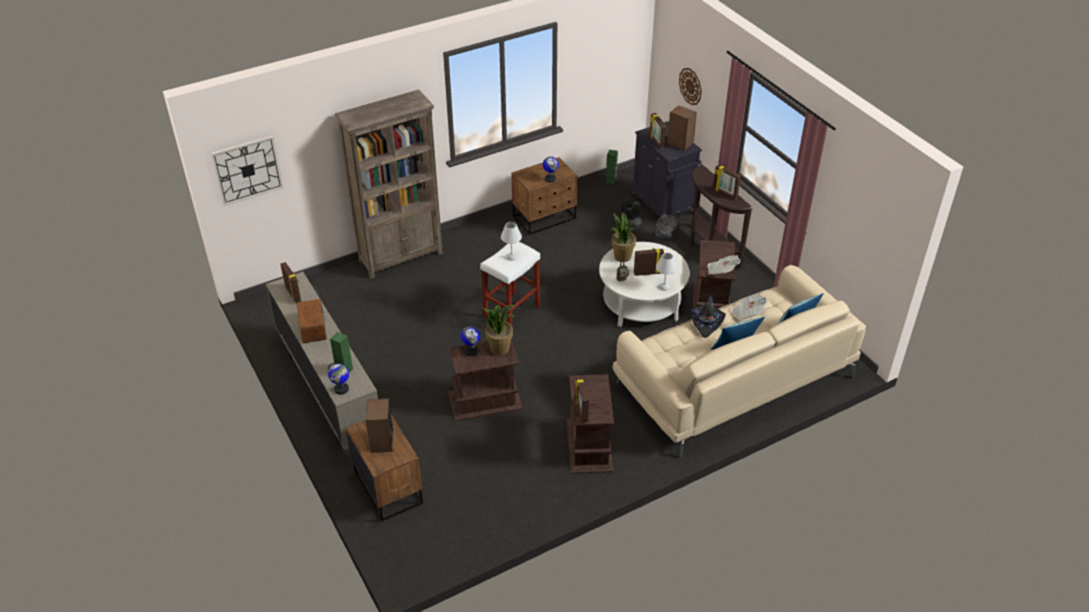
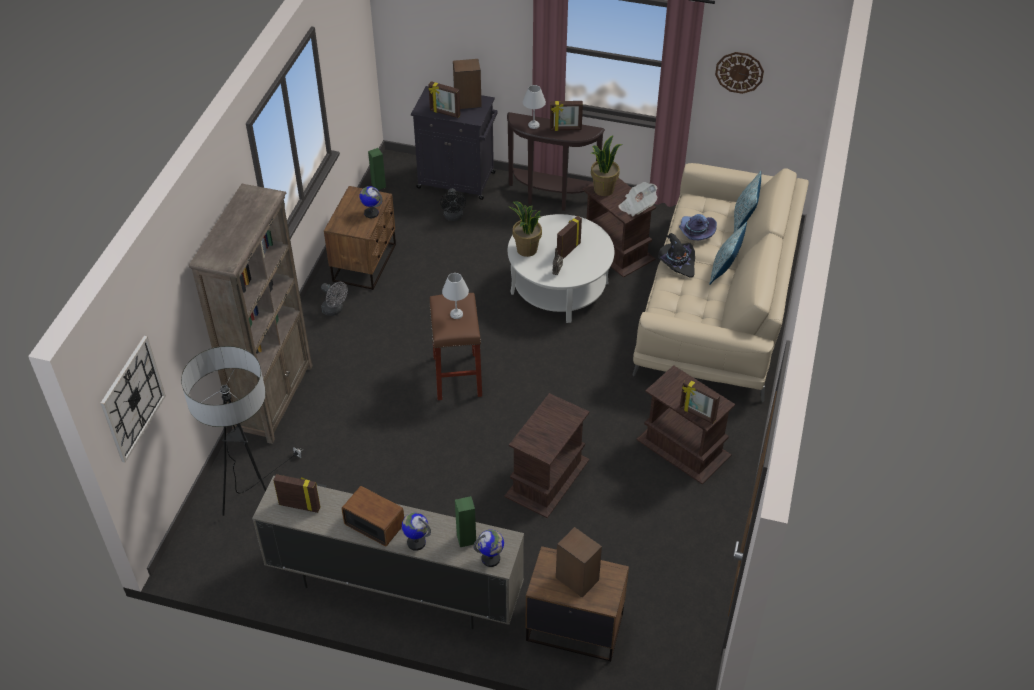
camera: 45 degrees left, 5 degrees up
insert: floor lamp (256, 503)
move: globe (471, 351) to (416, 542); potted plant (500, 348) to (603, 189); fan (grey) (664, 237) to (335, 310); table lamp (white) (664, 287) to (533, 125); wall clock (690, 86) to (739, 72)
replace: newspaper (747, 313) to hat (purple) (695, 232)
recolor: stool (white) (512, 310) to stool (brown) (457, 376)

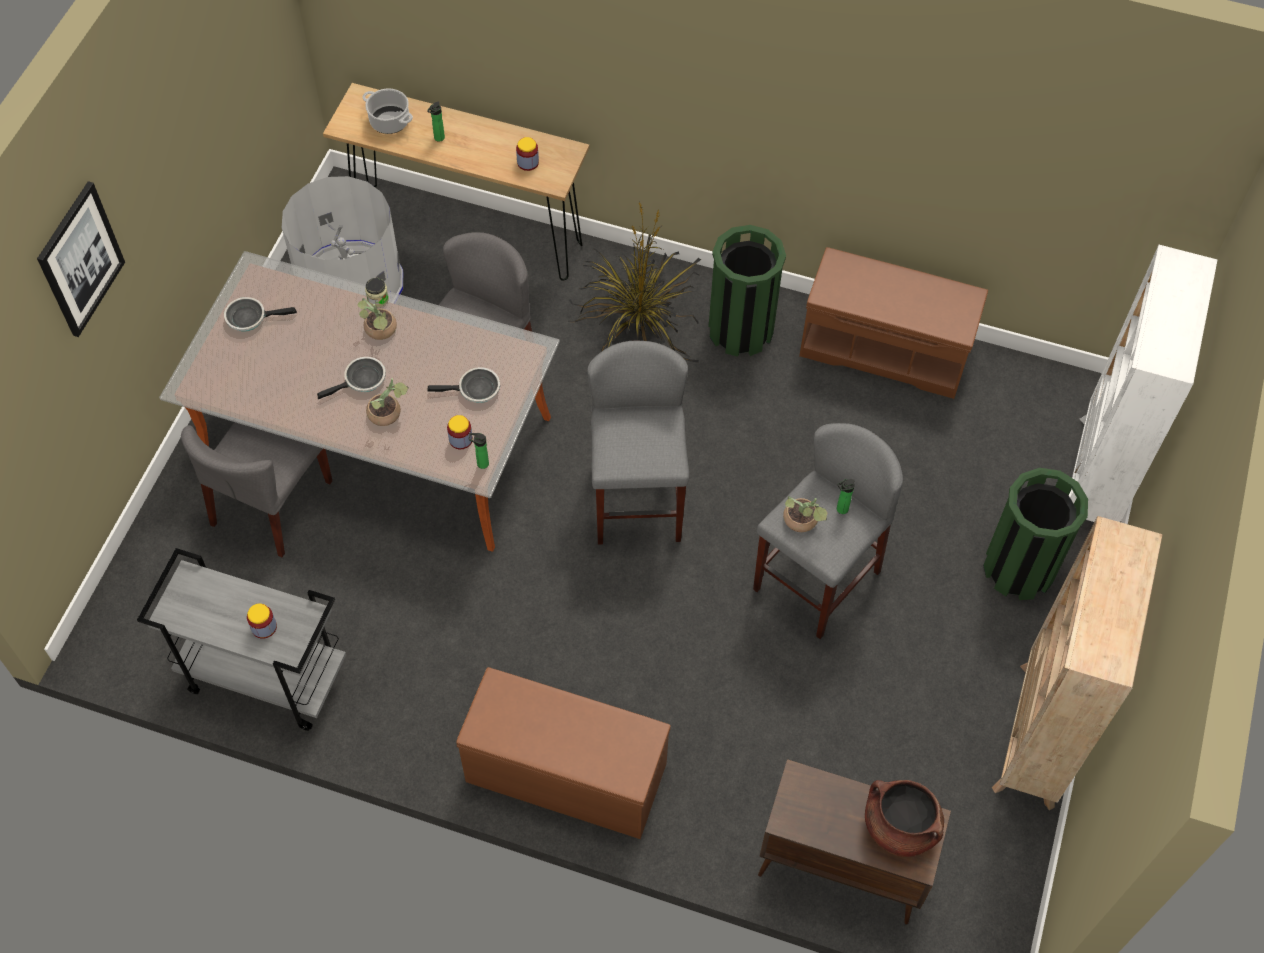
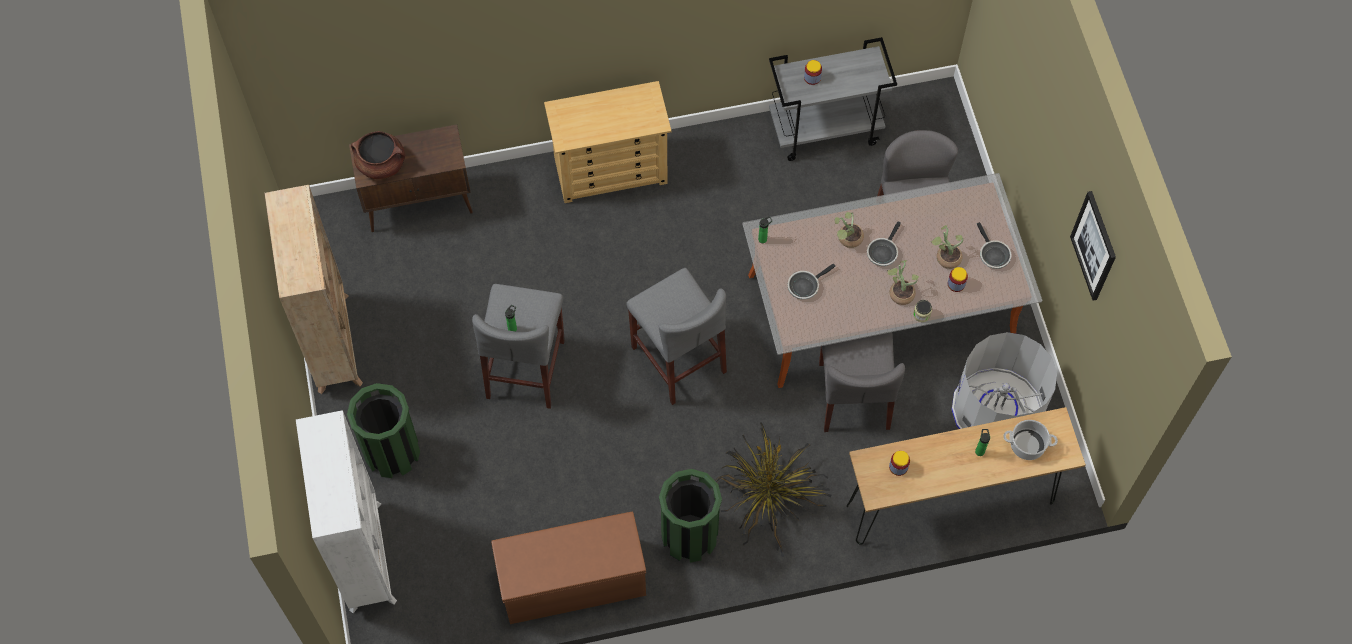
camera: 150 degrees right, 5 degrees up
move: picture (80, 259) to (1094, 246); jar (460, 439) to (956, 284); potted plant (802, 523) to (945, 257)
replace: bench (brown) (564, 773) to dresser (beige) (611, 170)
rotate: frying pan (250, 317) = (992, 254) 105 degrees clockwise

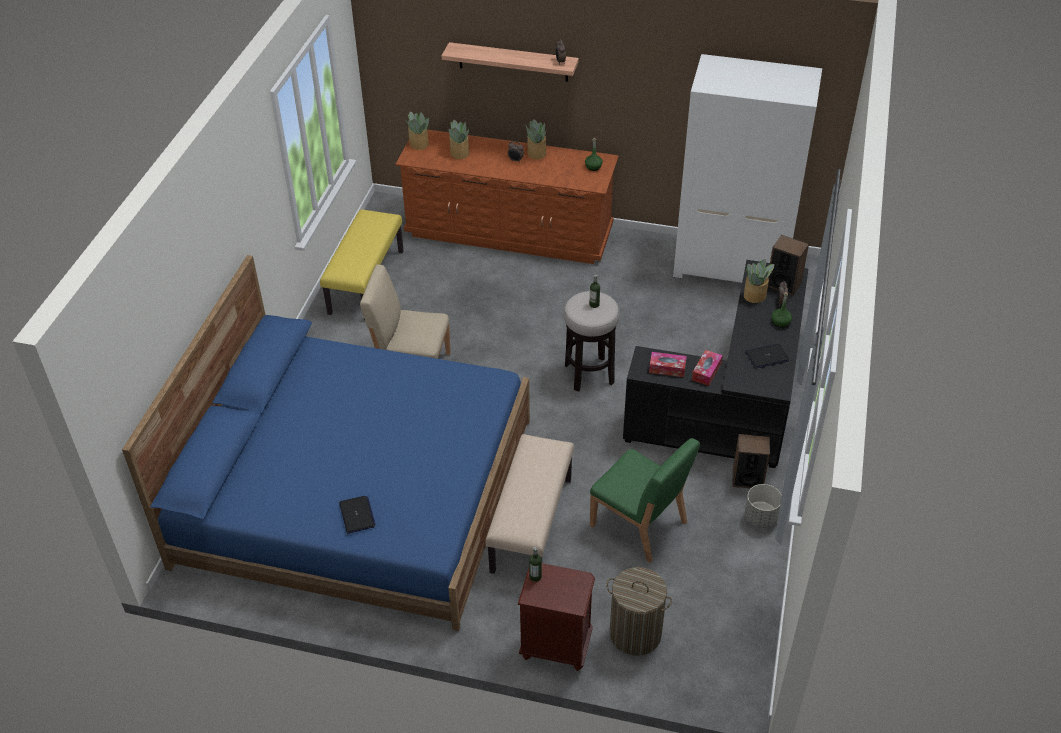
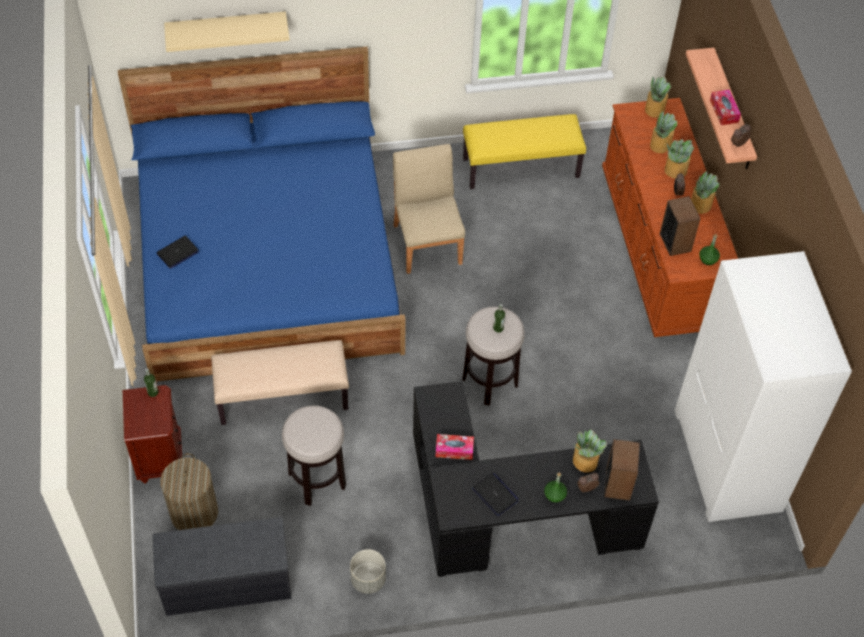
camera: 65 degrees right, 10 degrees up
insert: bench (grey) (226, 582); shelf (beige) (226, 28); potted plant (675, 170)
move: tissue box (667, 368) to (724, 111); speaker (747, 479) to (675, 242)
replace: chair (green) (639, 525) to stool (317, 480)

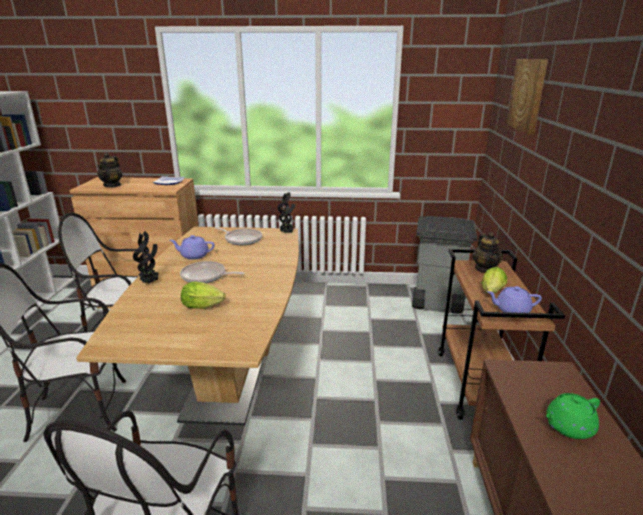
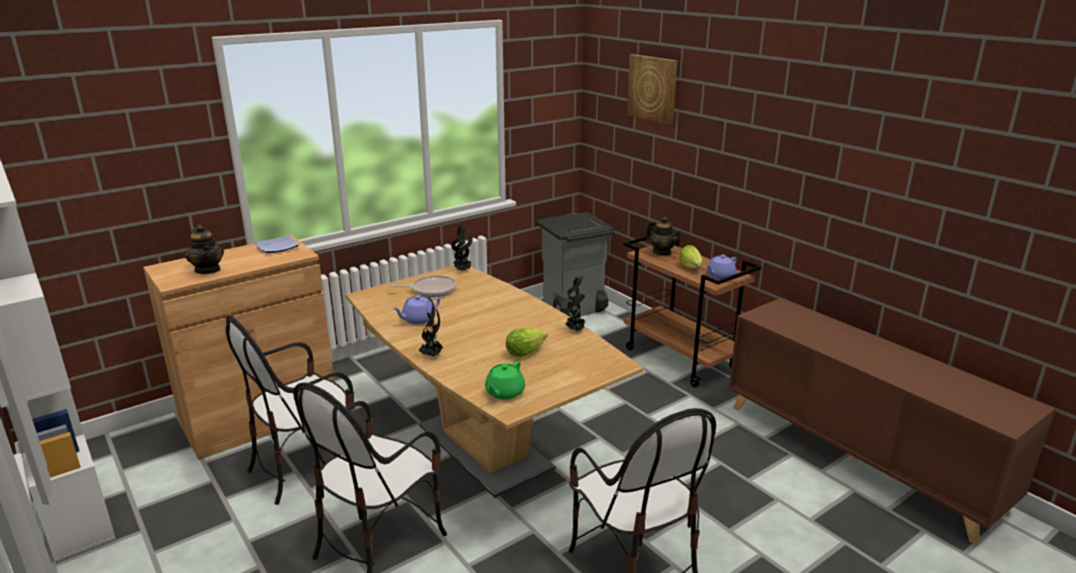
camera: 40 degrees left, 0 degrees up
delete: frying pan (206, 276)
insert: potted plant (576, 330)
move: teapot (green) (568, 427) to (504, 393)

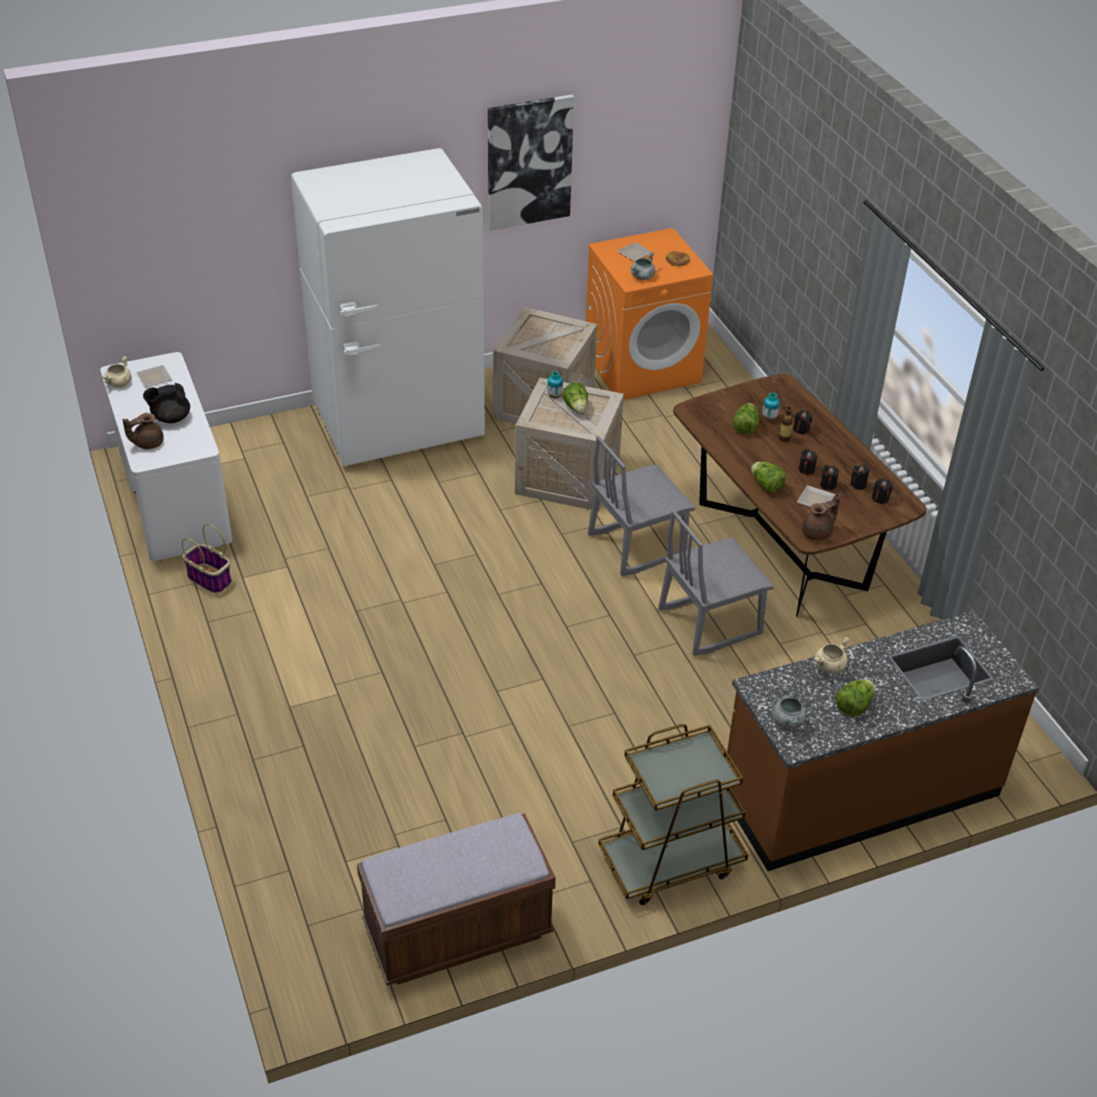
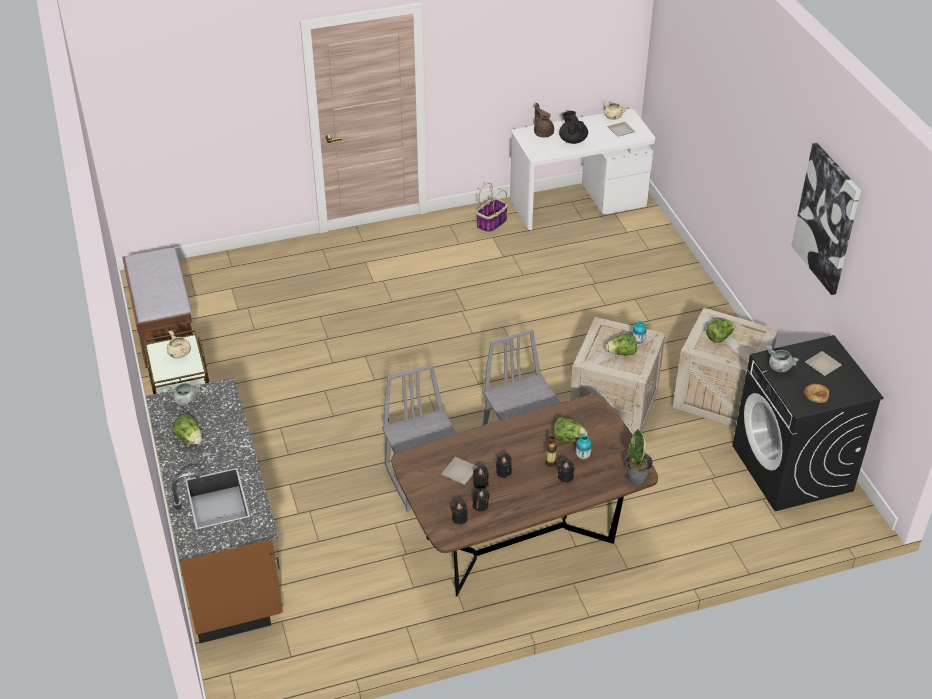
camera: 95 degrees right, 0 degrees up
delete: fridge (white) (399, 425); teapot (brown) (818, 533)
insert: potted plant (637, 478)
move: lettuce (766, 485) to (719, 337); cooking pot (beige) (829, 667) to (179, 353)
recolor: washing machine (orange) (642, 367) to washing machine (black) (792, 469)

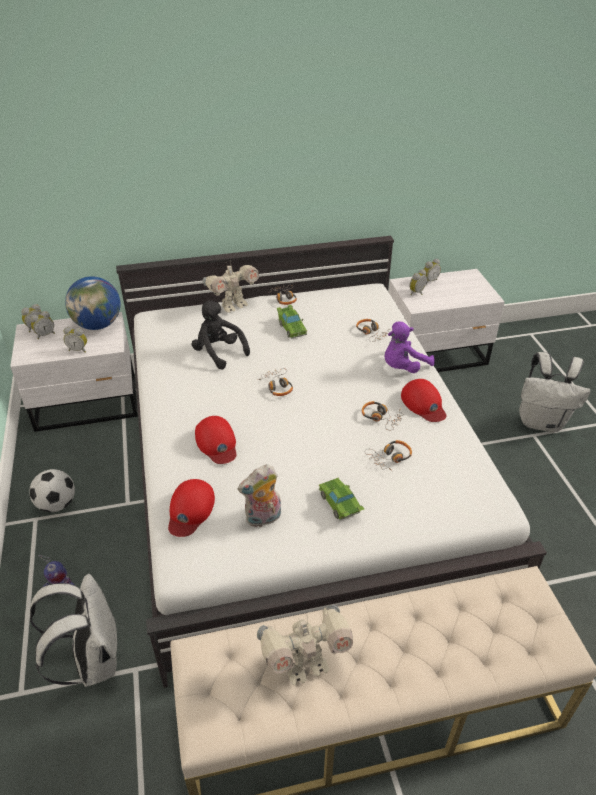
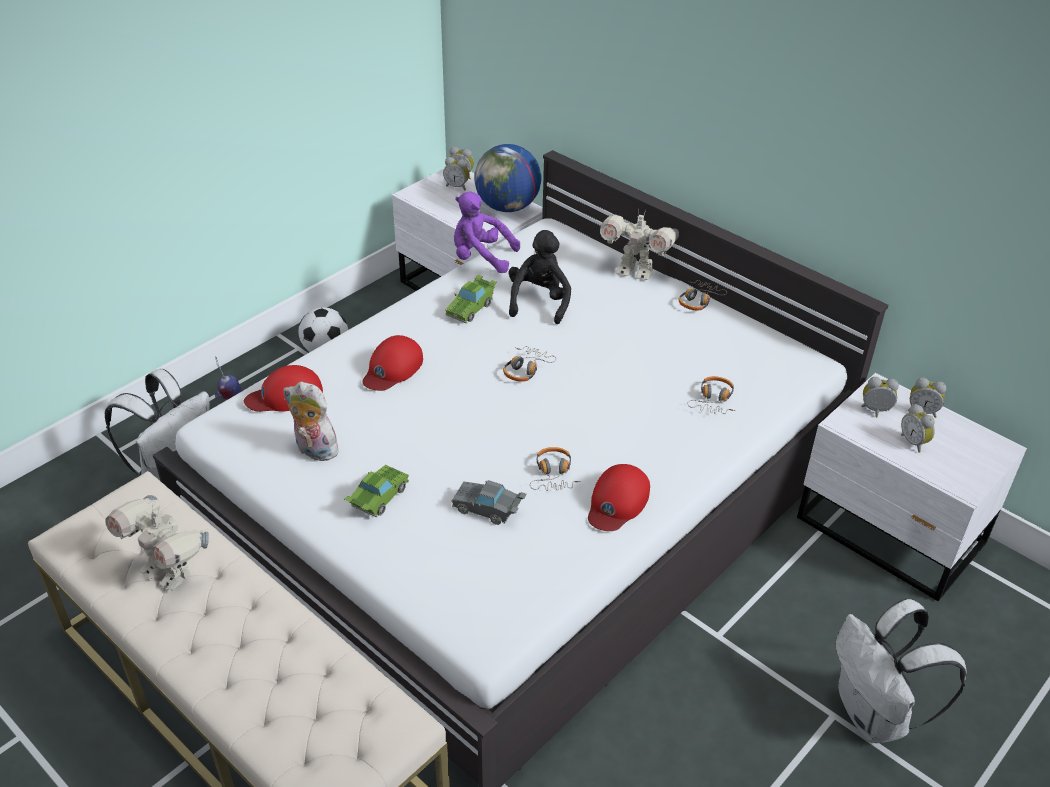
camera: 55 degrees right, 0 degrees up
move: alarm clock (78, 349) to (914, 442); toy car (green) (291, 328) to (471, 308); plush toy (purple) (403, 367) to (481, 258)
replace: headphones (390, 458) to toy car (grey) (489, 510)

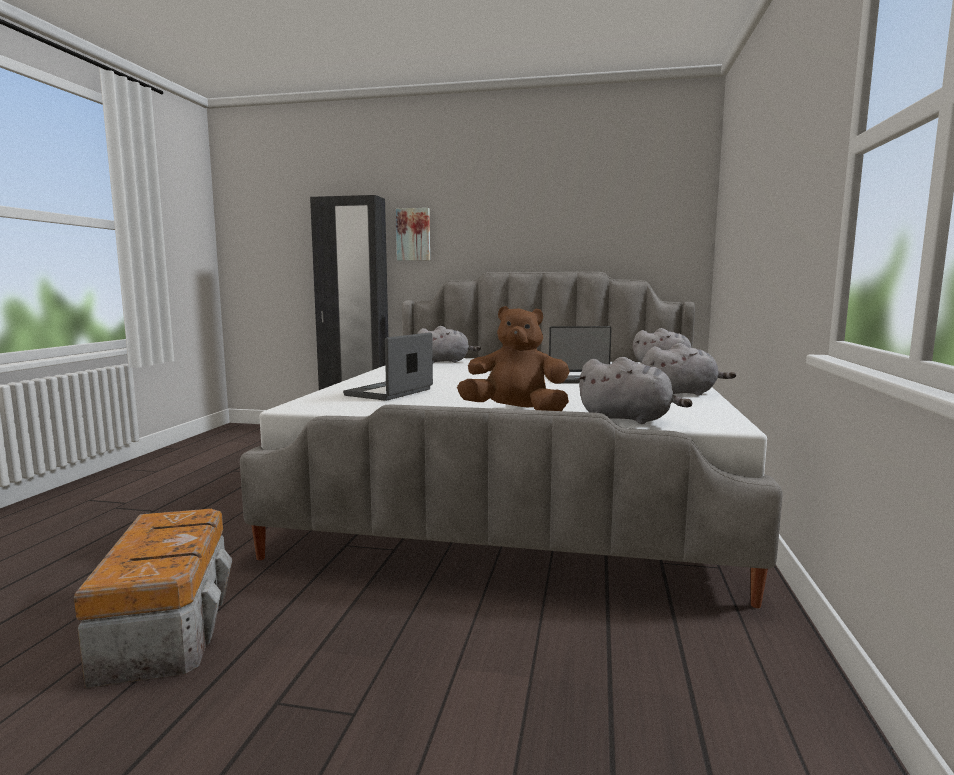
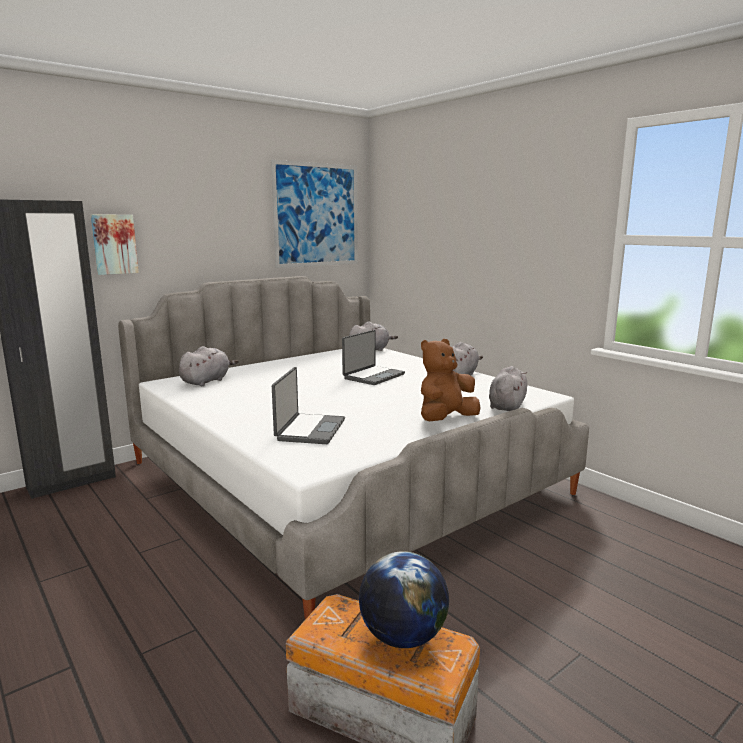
camera: 50 degrees left, 5 degrees up
insert: picture (316, 215); globe (402, 636)
rotate: laptop (390, 392) = (309, 430) 150 degrees counterclockwise; plush toy (grey) (629, 419) = (507, 406) 45 degrees counterclockwise

